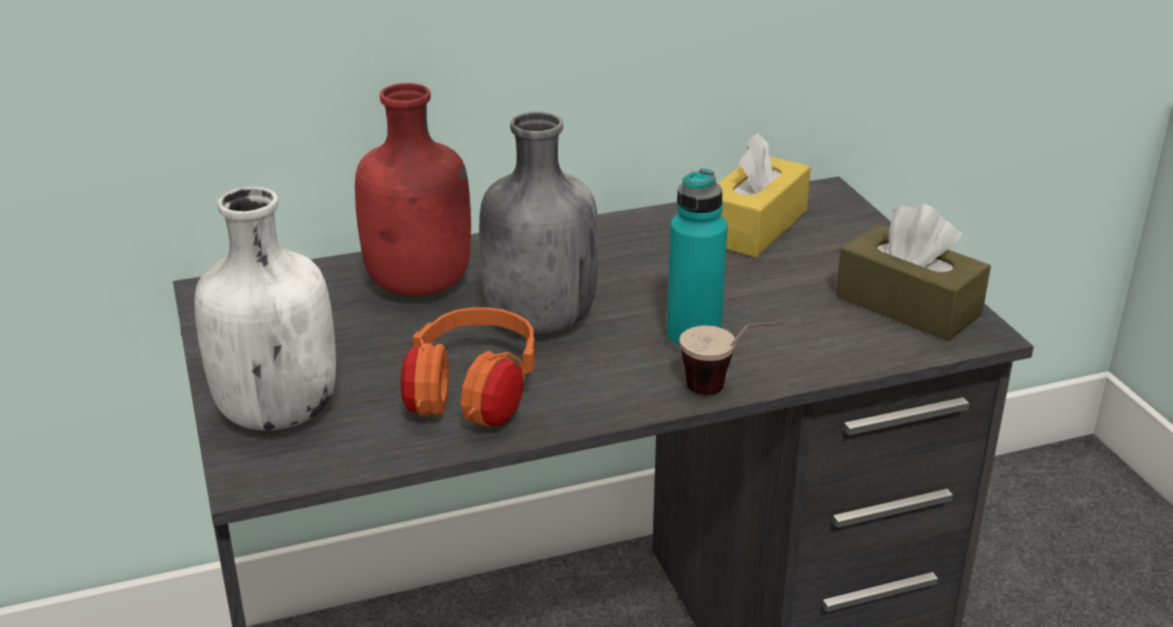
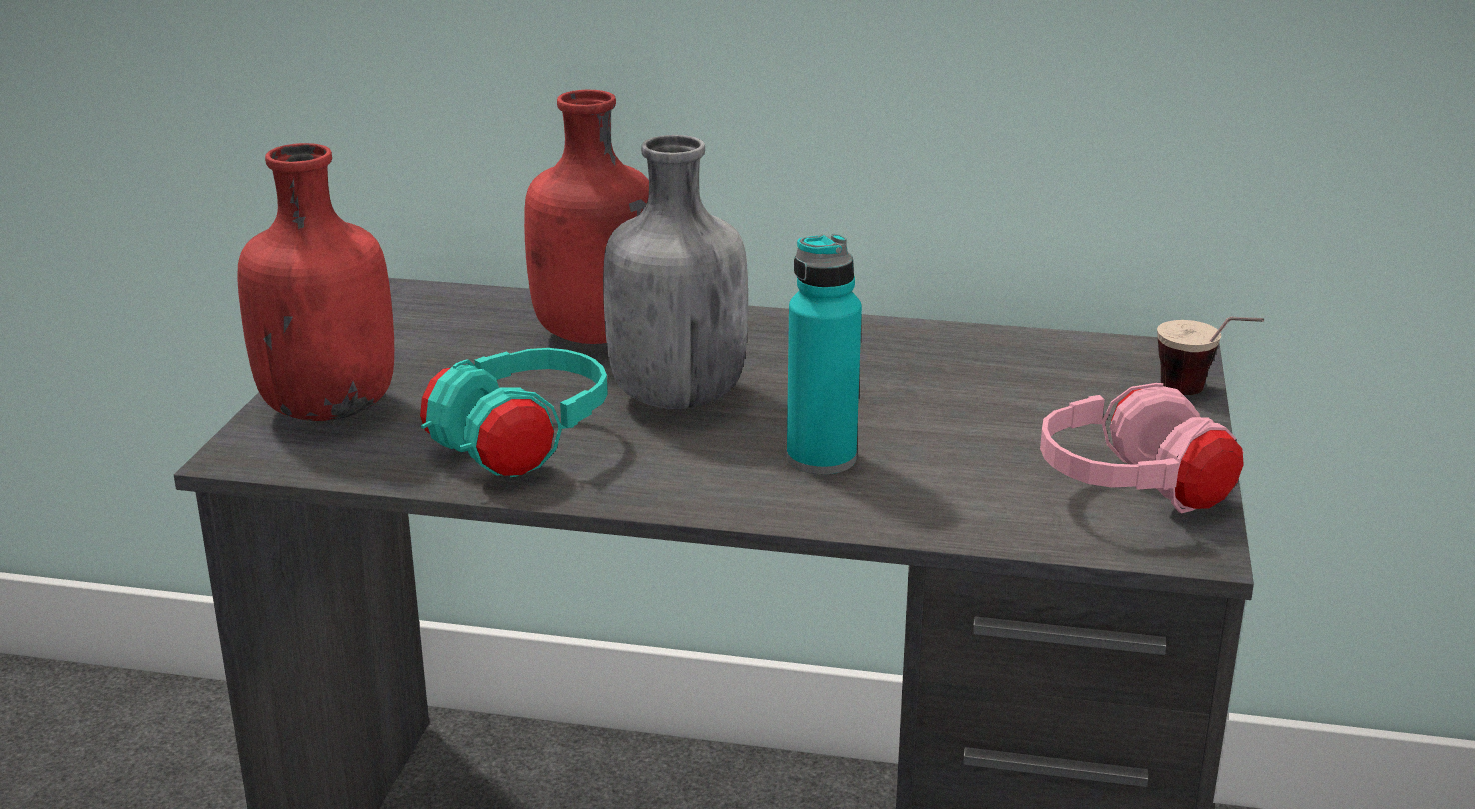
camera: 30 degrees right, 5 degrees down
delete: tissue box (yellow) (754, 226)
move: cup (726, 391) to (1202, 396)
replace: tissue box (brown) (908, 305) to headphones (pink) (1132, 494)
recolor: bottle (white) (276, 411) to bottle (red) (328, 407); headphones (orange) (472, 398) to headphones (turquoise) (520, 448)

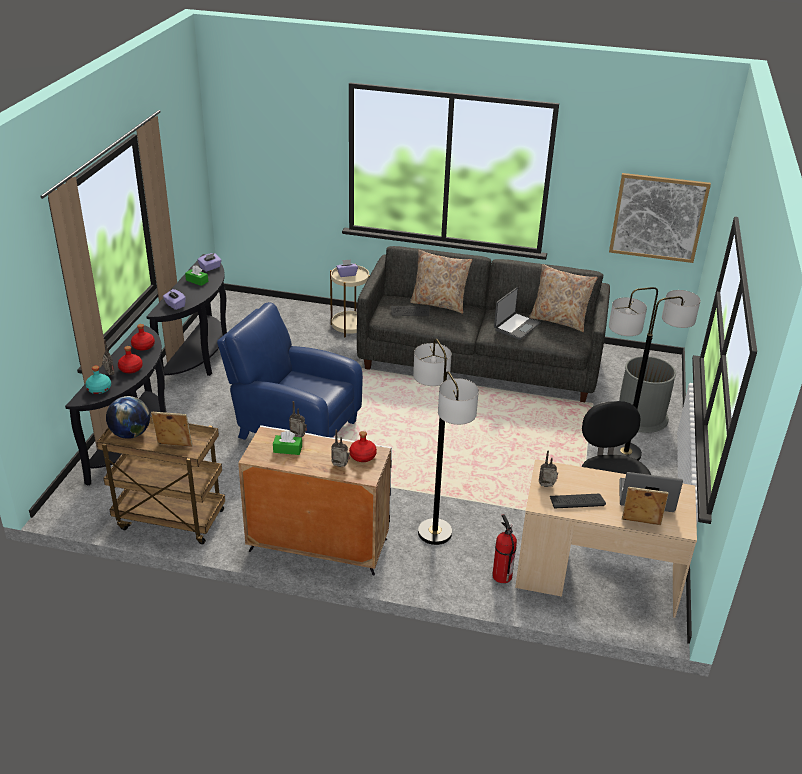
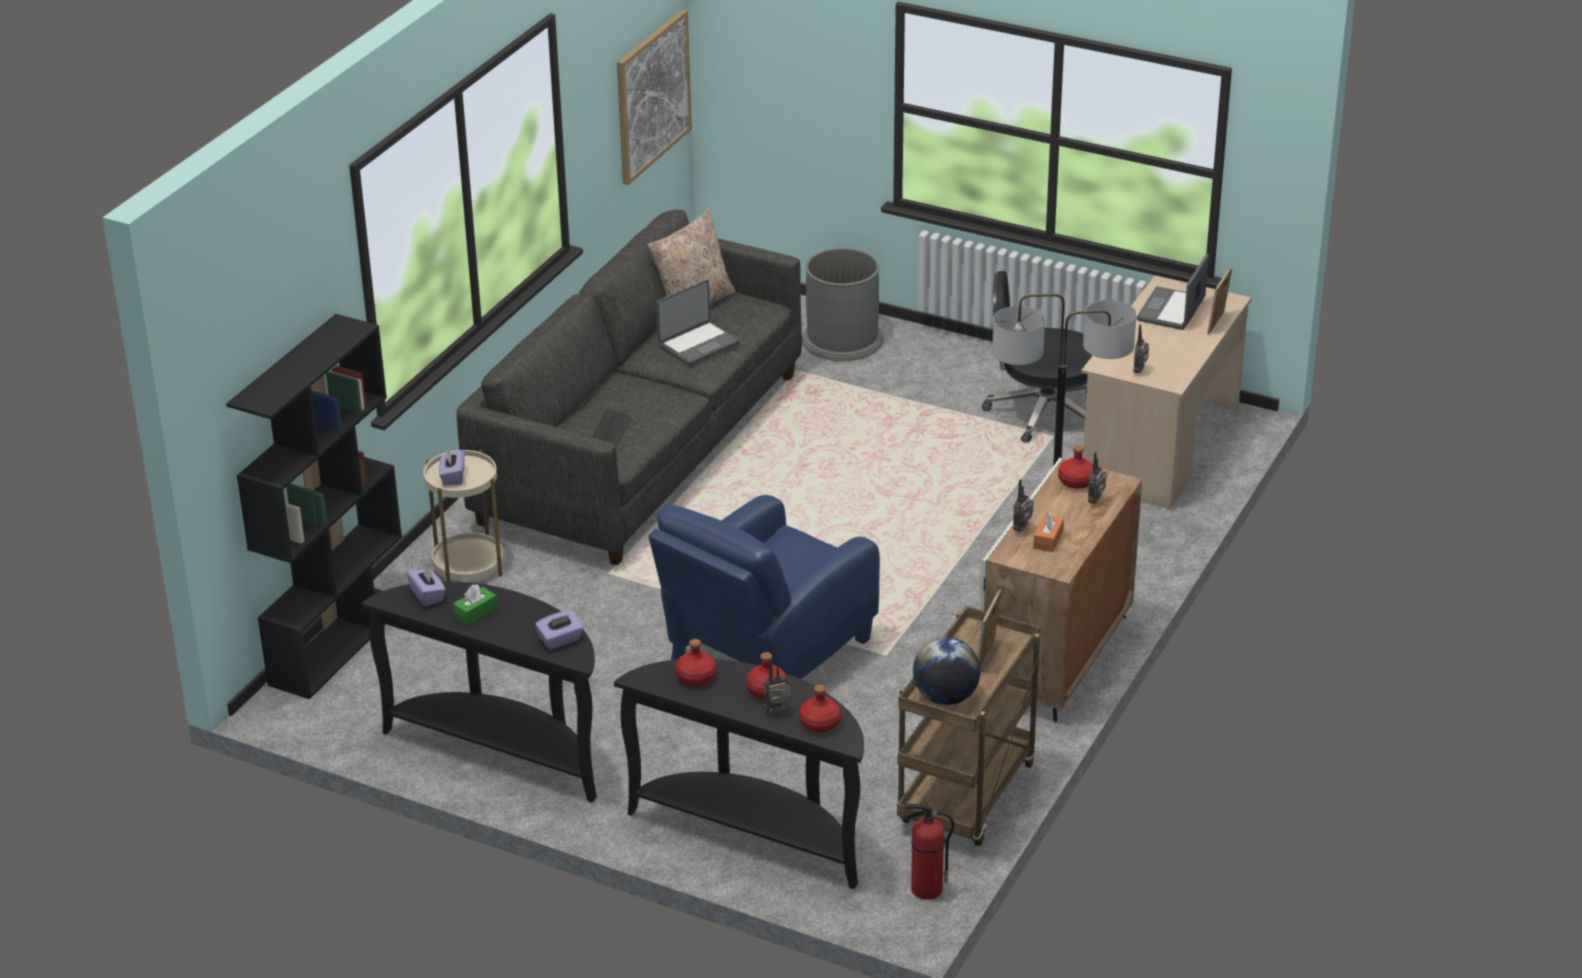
camera: 75 degrees left, 0 degrees up
delete: pillow (beige) (439, 304); keyboard (577, 501); floor lamp (625, 453)
insert: bookcase (black) (339, 641)
move: fire extinguisher (501, 575) to (925, 889)
recolor: bottle (turquoise) (99, 389) to bottle (red) (819, 723); tissue box (green) (287, 449) to tissue box (orange) (1048, 540)
rotate: laptop (516, 326) = (698, 344) 90 degrees clockwise

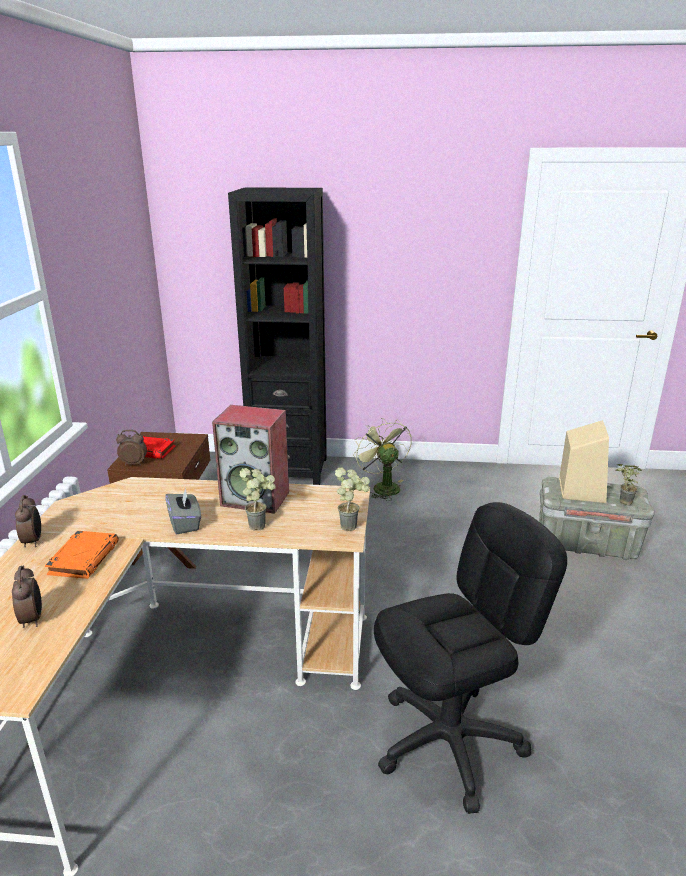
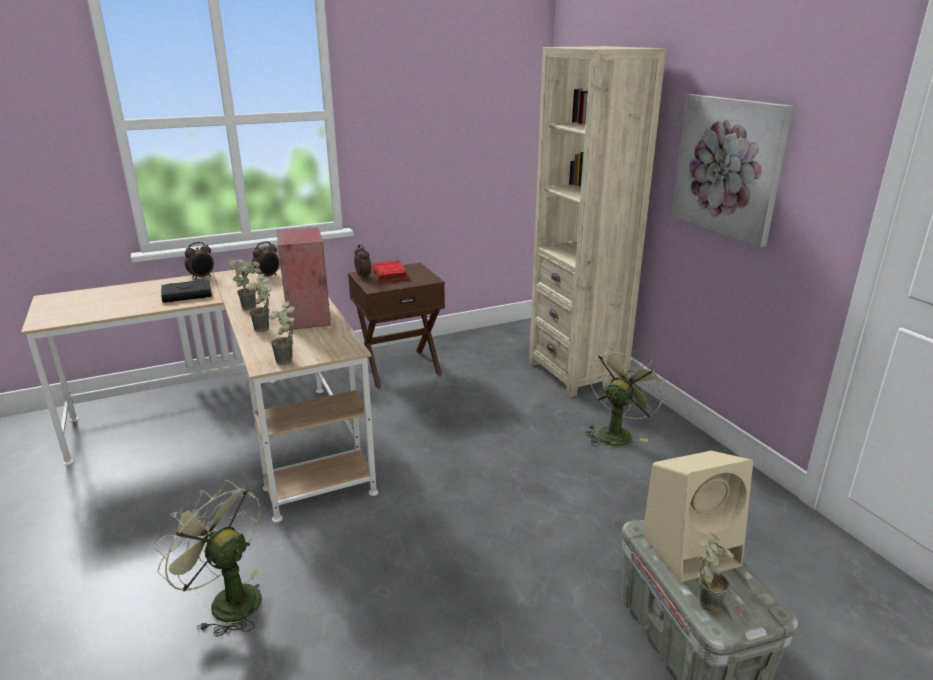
camera: 60 degrees right, 0 degrees up
insert: picture (729, 167)
move: alarm clock (33, 619) to (268, 277)
replace: tissue box (grey) (185, 523) to potted plant (251, 307); office chair (black) (449, 742) to fan (green) (227, 600)
recolor: book (orange) (84, 558) to book (black) (188, 295); bookcase (black) (289, 469) to bookcase (beige) (577, 372)

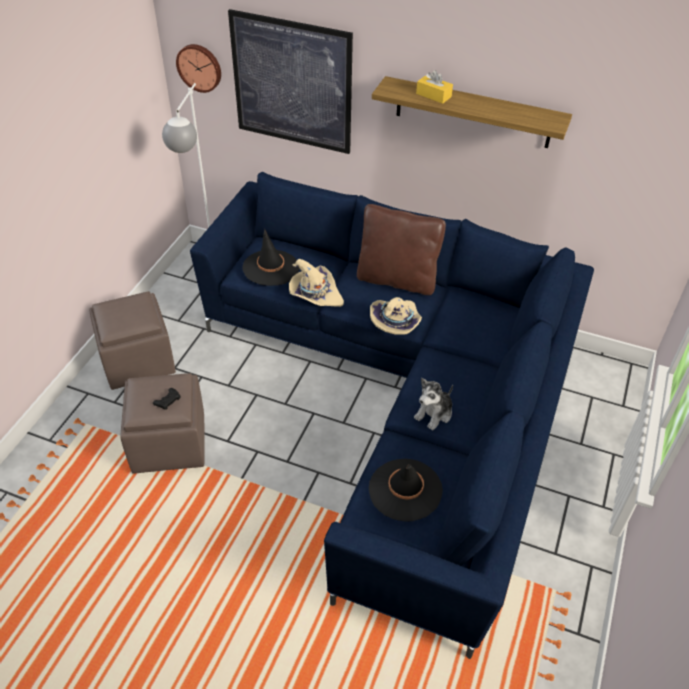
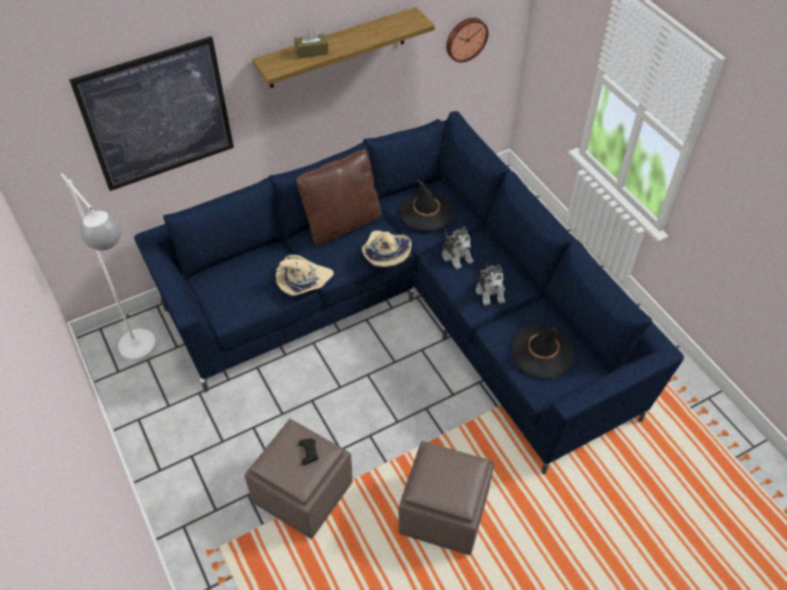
camera: 50 degrees left, 5 degrees up
insert: plush toy (456, 255)
move: ottoman (brown) (138, 360) to (443, 511); wall clock (200, 67) to (465, 38); hat (black) (271, 268) to (426, 211)
recolor: tissue box (yellow) (433, 95) to tissue box (brown) (312, 51)

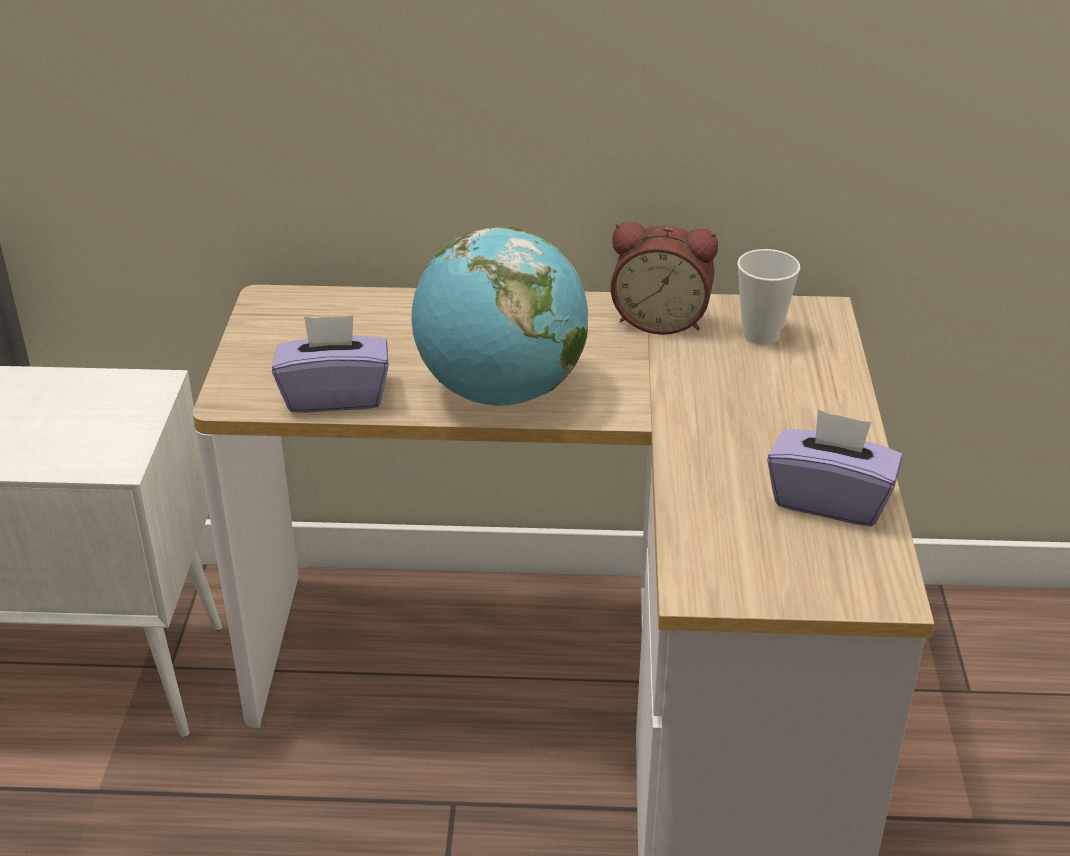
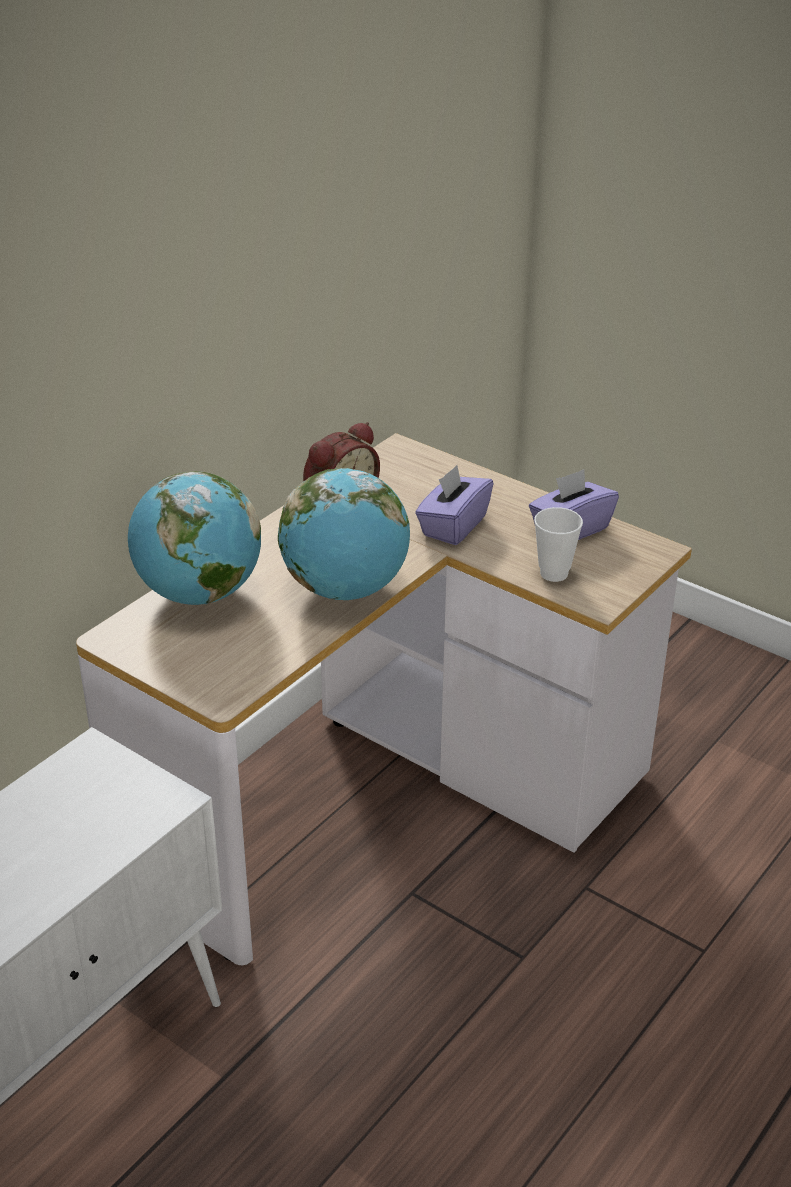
camera: 55 degrees left, 0 degrees up
insert: globe (199, 593)
move: tissue box (purple) (335, 395) to (453, 526); cup (761, 335) to (554, 573)

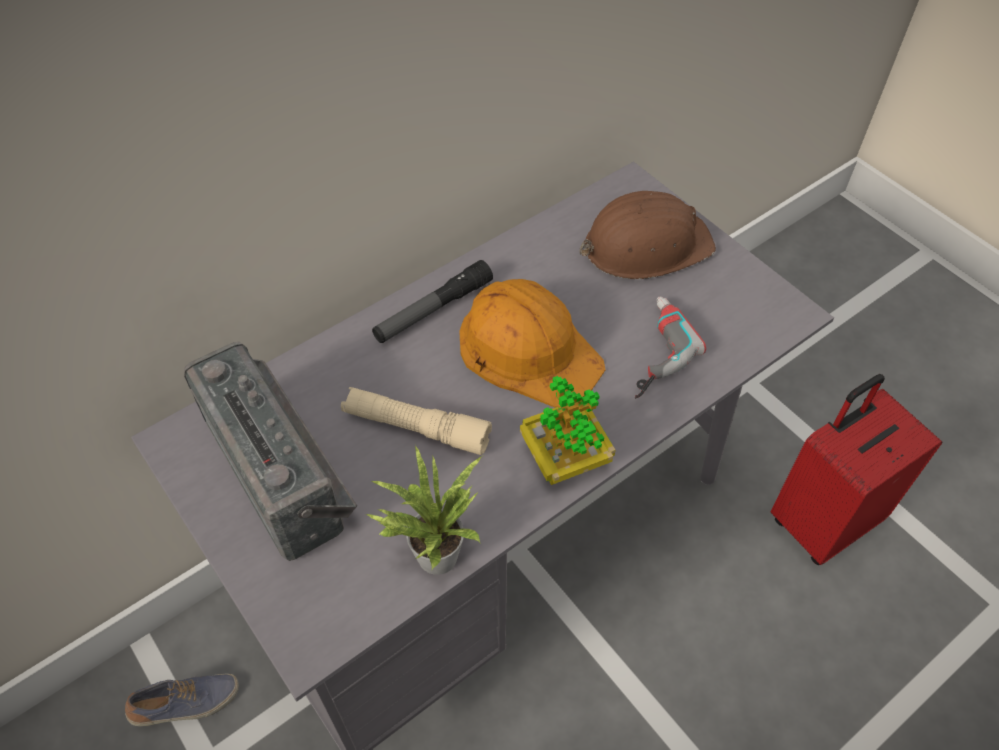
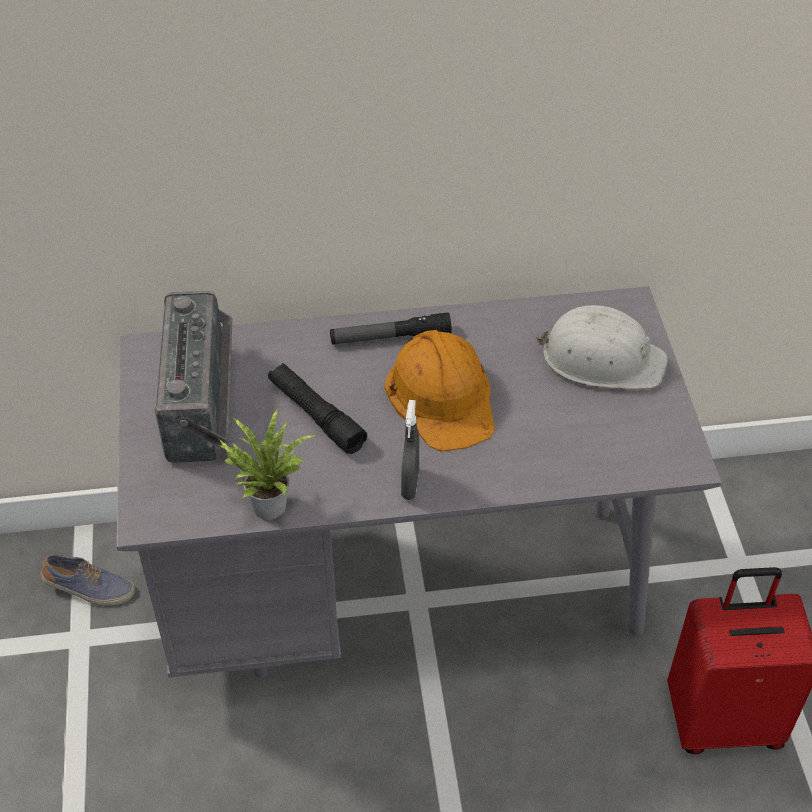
camera: 30 degrees right, 5 degrees down
delete: power drill (649, 350)
replace: potted plant (565, 457) to spray bottle (grey) (410, 484)
recolor: flashlight (beige) (416, 428) to flashlight (black) (316, 415); hard hat (brown) (645, 245) to hard hat (white) (602, 358)

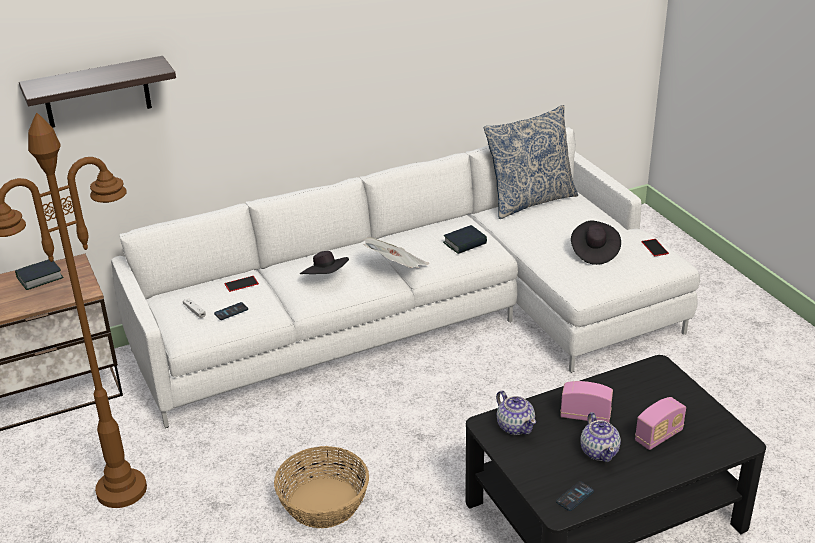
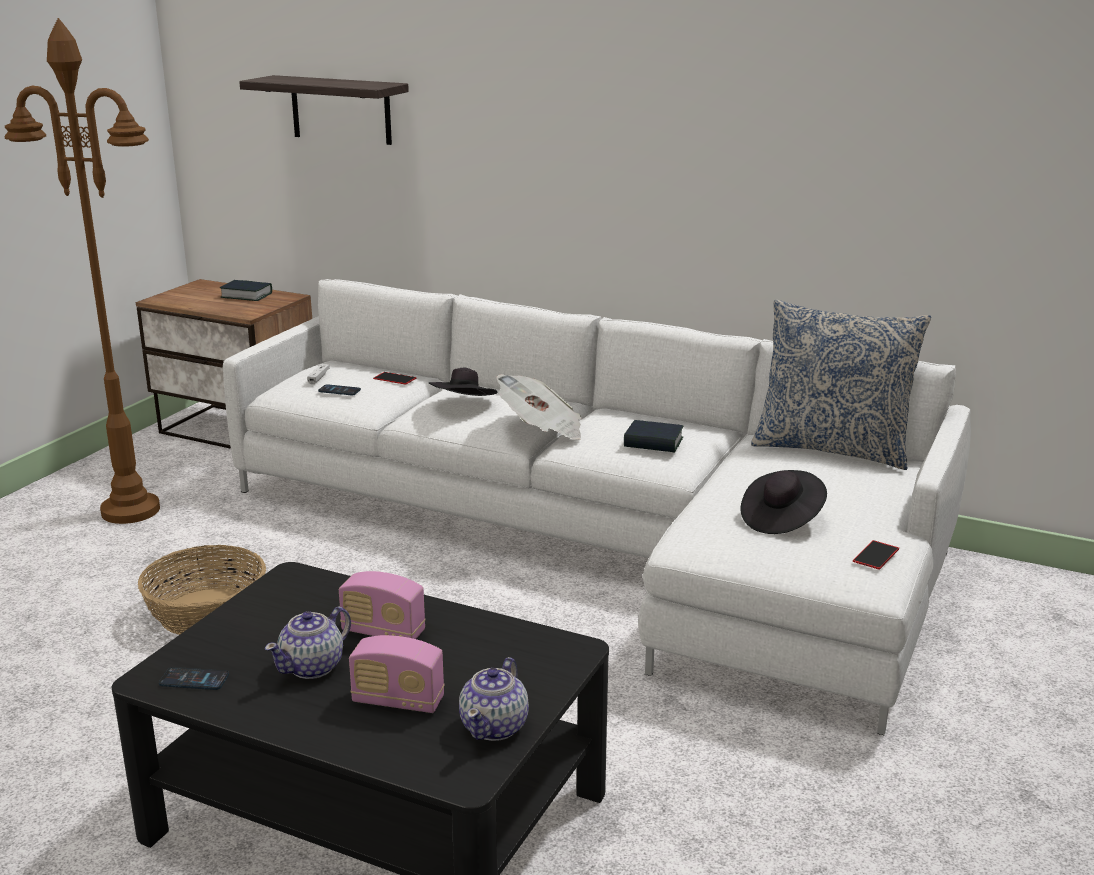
camera: 50 degrees right, 10 degrees down
move: teapot (515, 426) to (495, 726)
rotate: radio (585, 416) = (383, 632) 135 degrees clockwise

